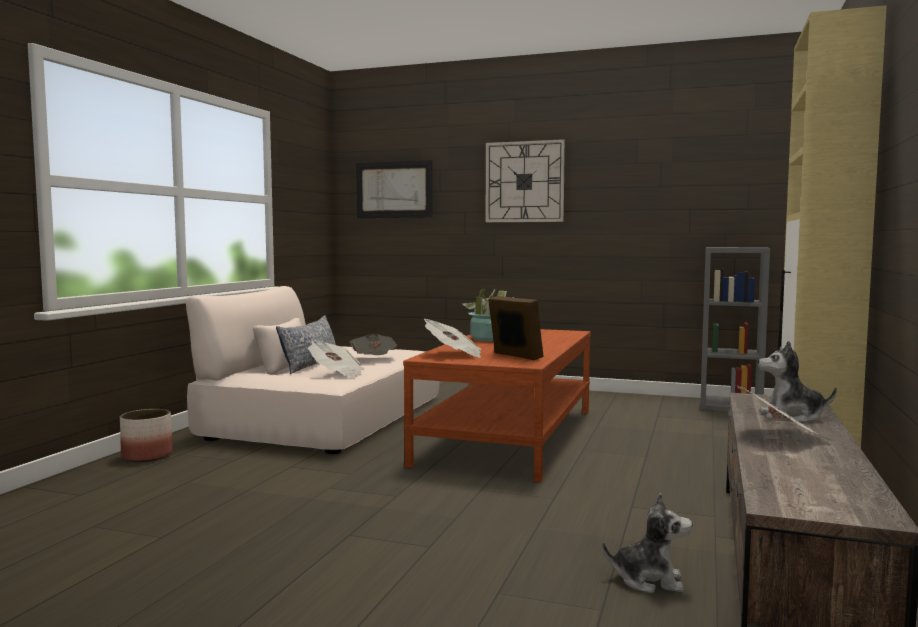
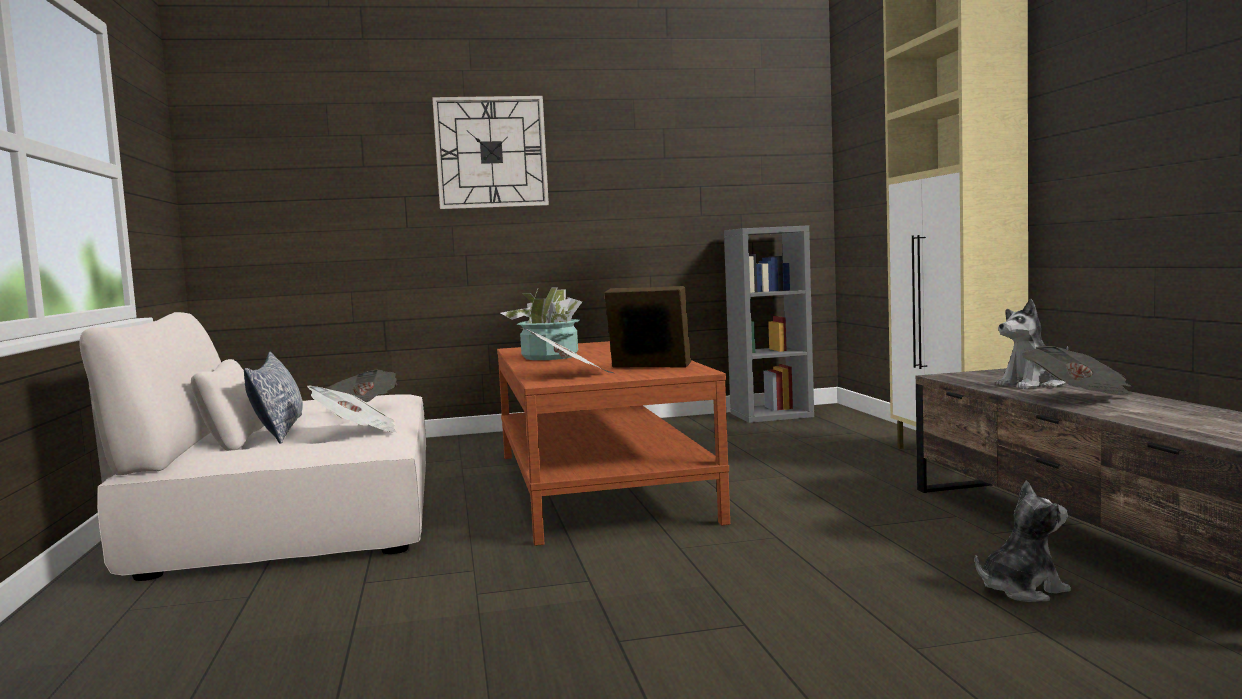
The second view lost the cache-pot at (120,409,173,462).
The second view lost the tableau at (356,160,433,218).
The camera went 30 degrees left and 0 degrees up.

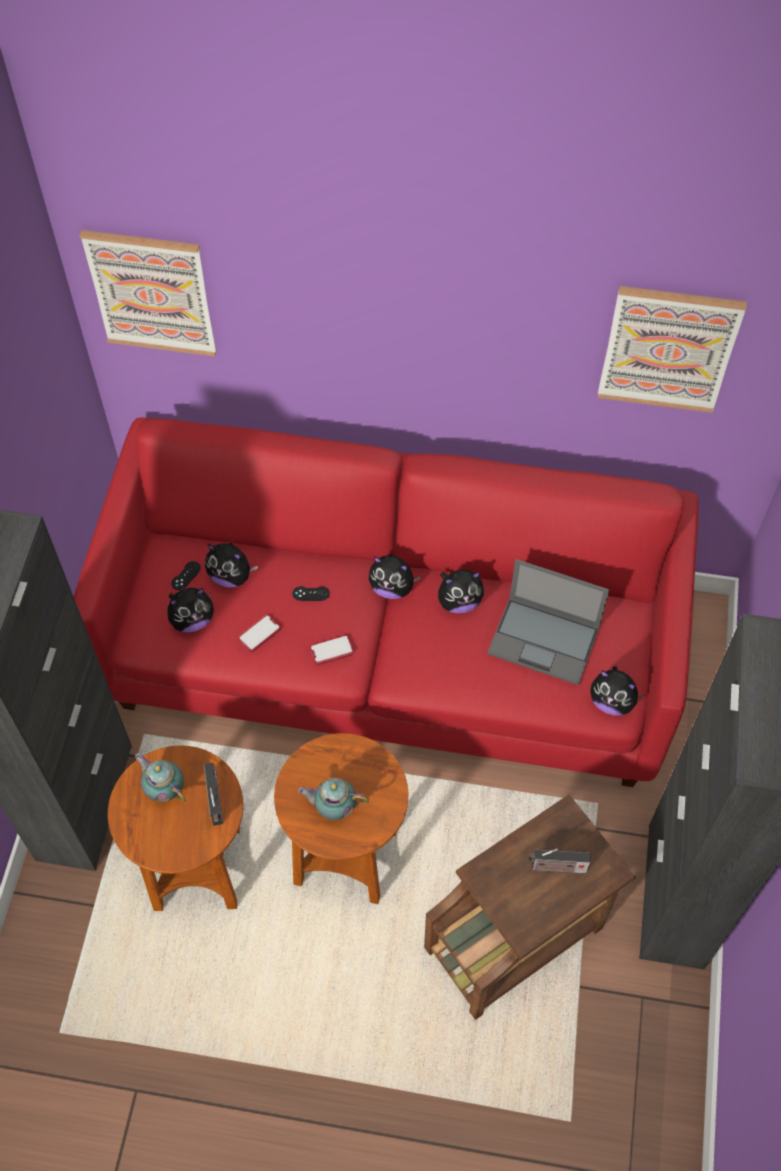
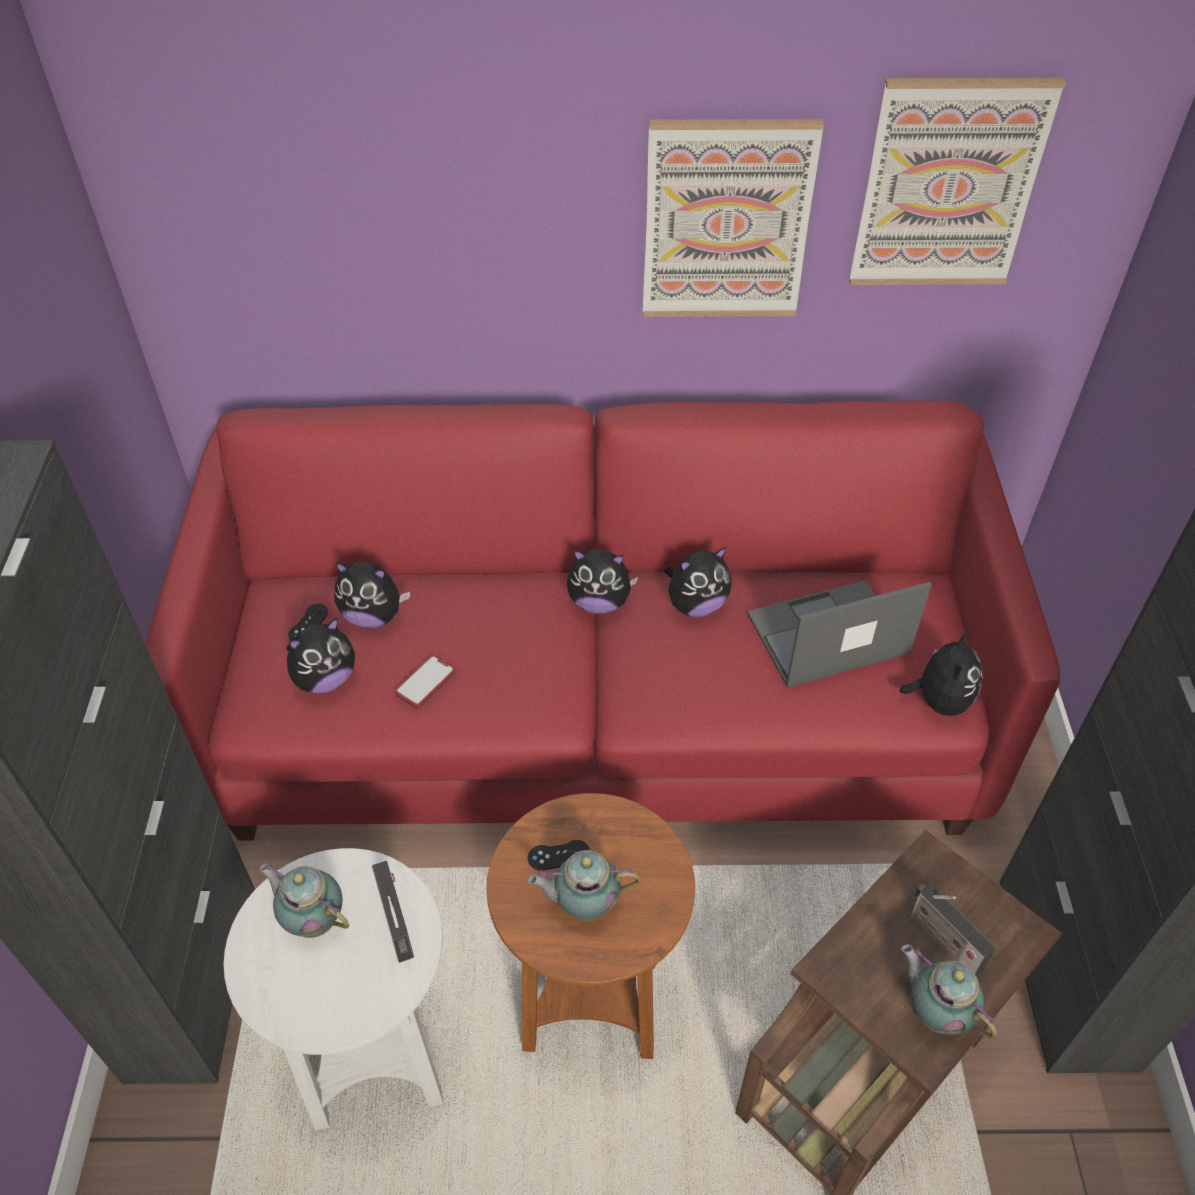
The tableau ended up elsewhere, having gone from (79,230,217,357) to (643,119,824,317).
What was the table d'appoint [marron] at (108,745,244,911) turned into the table d'appoint [blanc] at (224,848,443,1130).
The manette [noir] ended up elsewhere, having gone from (292,586,330,601) to (528,840,590,870).
The second view lost the téléphone at (310,635,354,665).
The ordinateur portable at (487,559,610,685) ended up facing another way, 150 degrees clockwise from before.
The radio at (528,849,591,873) ended up facing another way, 60 degrees clockwise from before.
The peluche at (590,666,645,715) ended up facing another way, 90 degrees counterclockwise from before.
The second view gained the théière at (901,944,997,1039).
The camera went 10 degrees left and 10 degrees down.

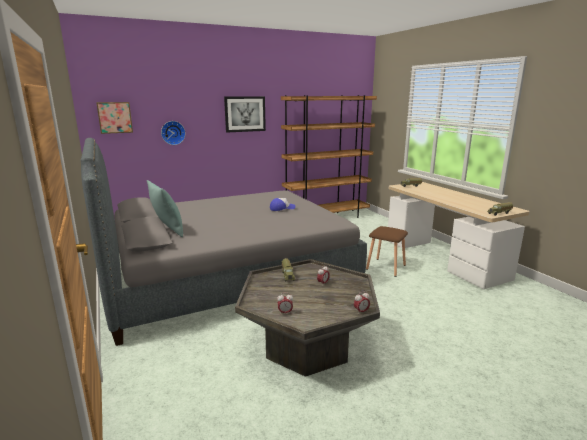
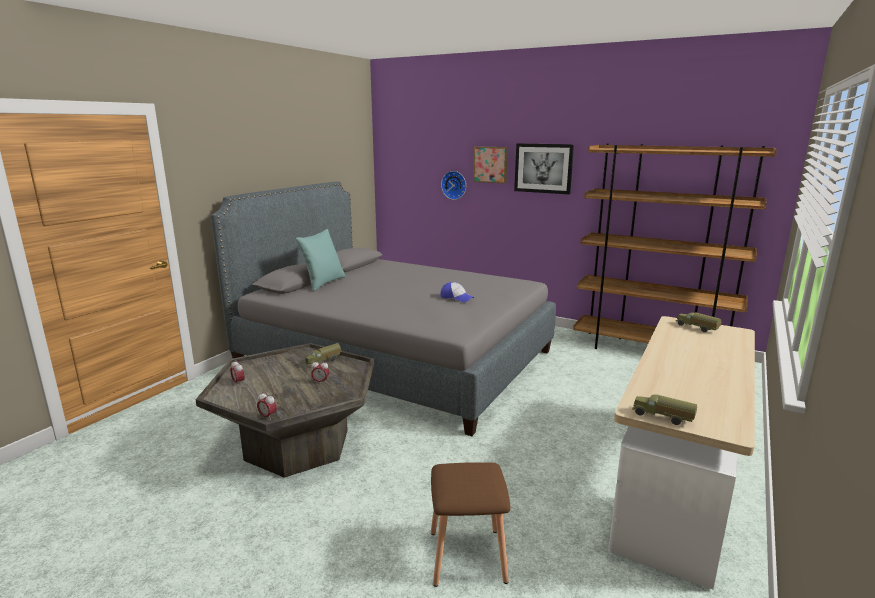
The tableau ended up elsewhere, having gone from (96,102,133,134) to (473,146,508,184).
The tabouret [marron] ended up elsewhere, having gone from (366,226,408,277) to (431,462,511,587).
The camera went 55 degrees right and 0 degrees up.

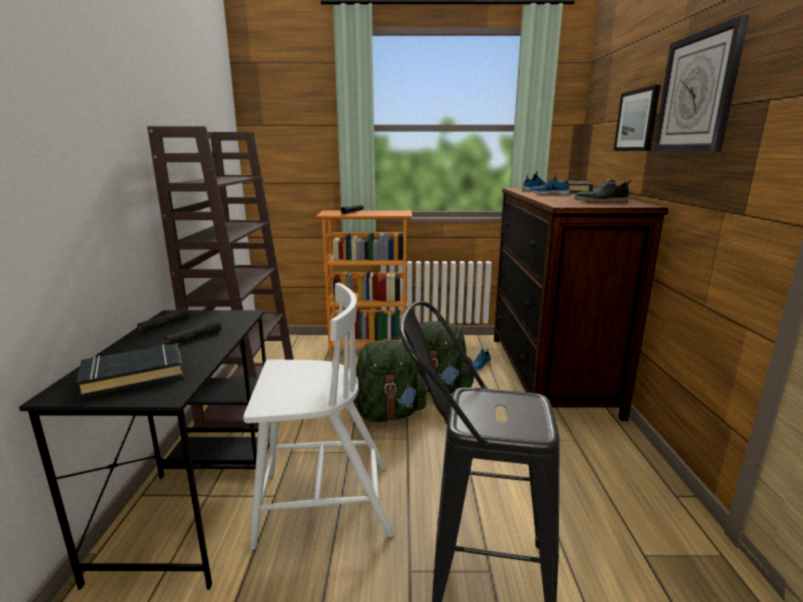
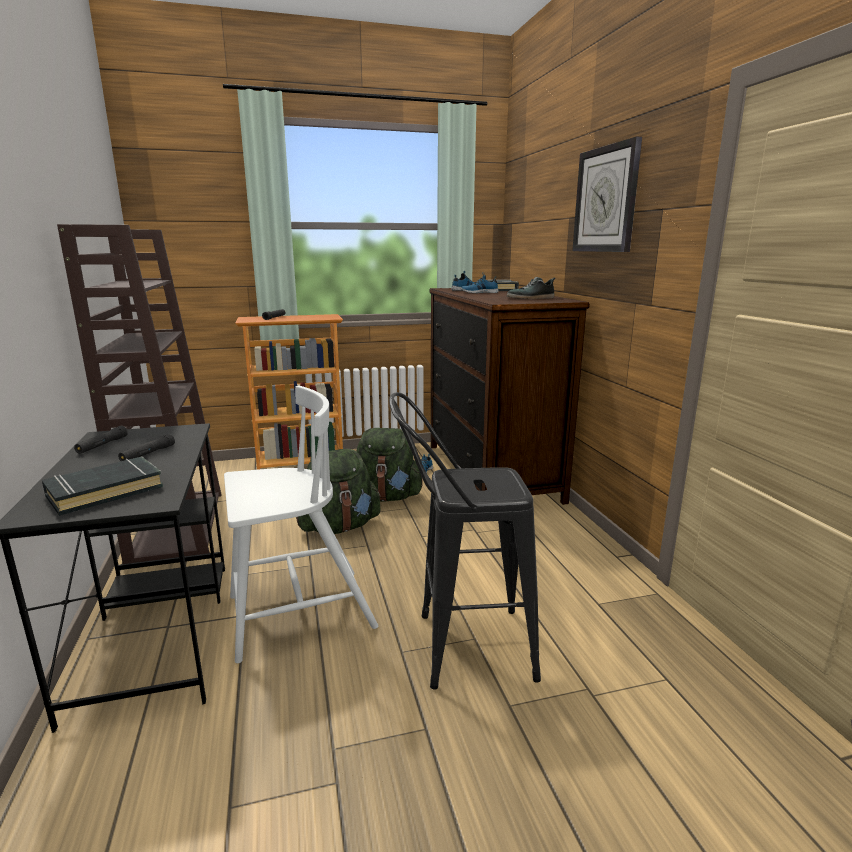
The second view lost the tableau at (613,85,661,151).
The camera went 15 degrees left and 0 degrees up.

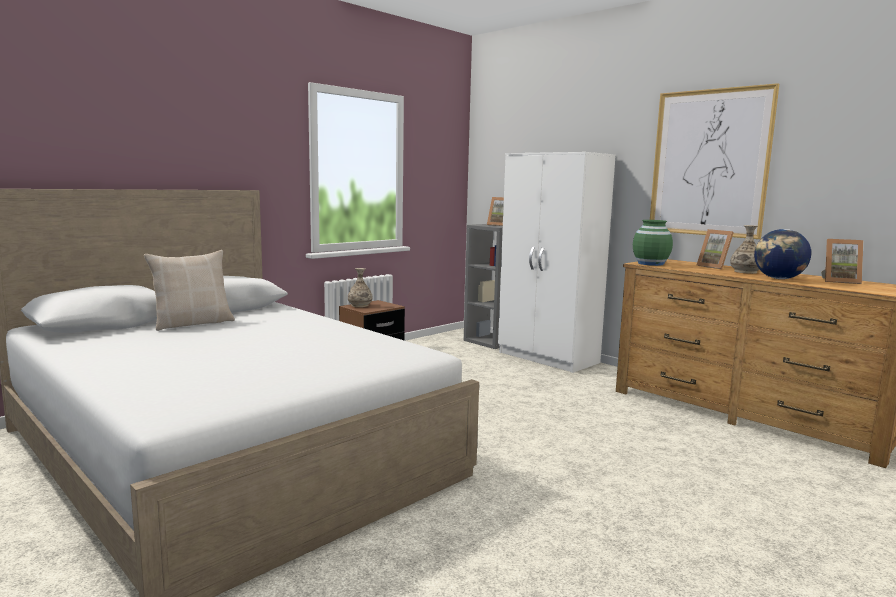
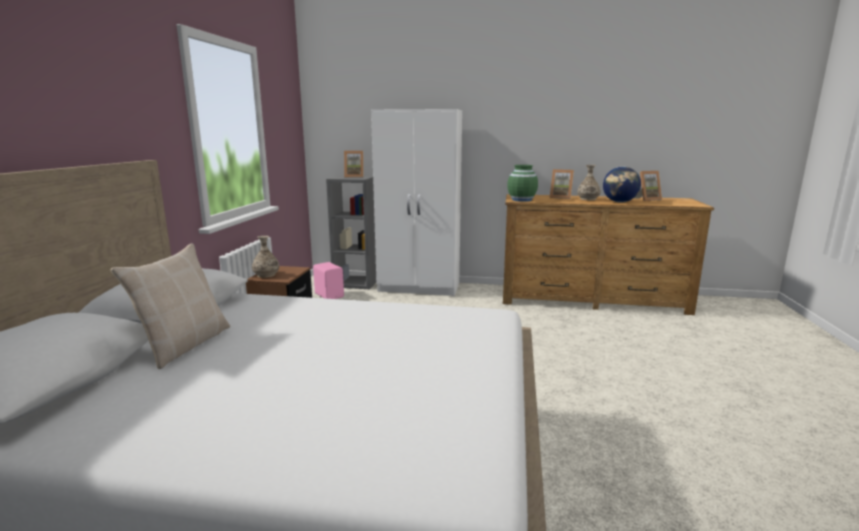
The second view lost the tableau at (650,83,779,239).
The second view gained the enceinte [rose] at (313,262,344,299).
The camera went 35 degrees left and 5 degrees up.

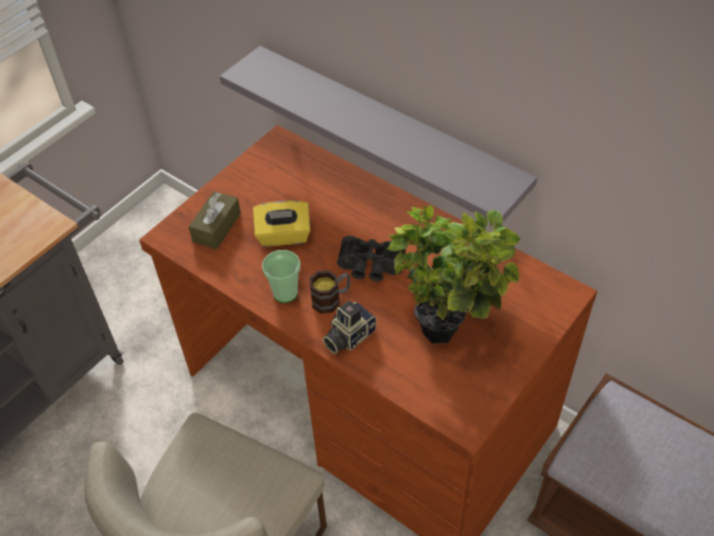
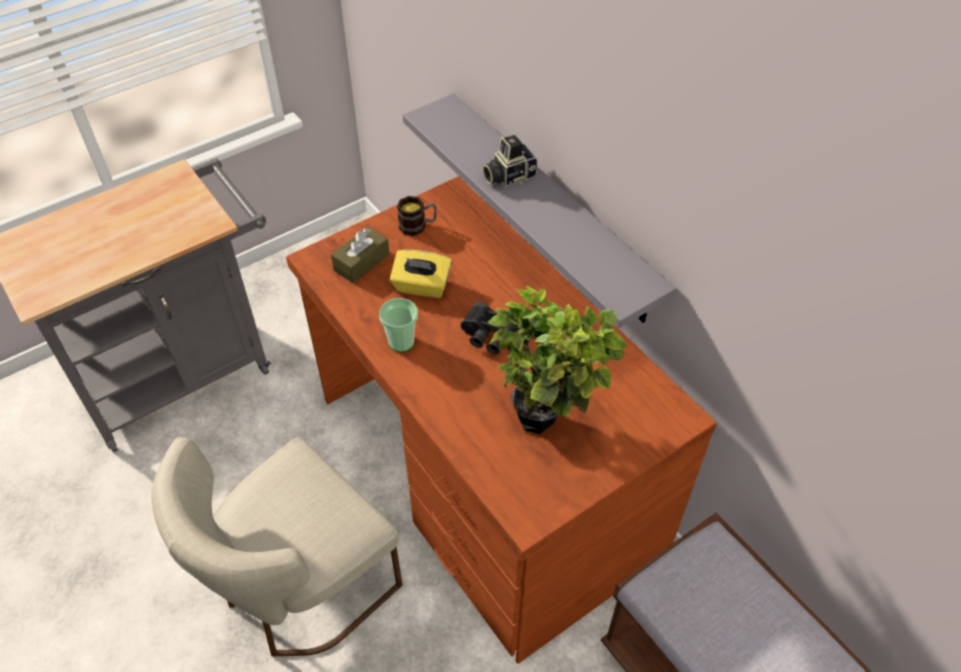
The mug ended up elsewhere, having gone from (310,270,350,314) to (397,196,437,236).
The appareil photo ended up elsewhere, having gone from (323,301,377,354) to (482,135,538,187).
The camera went 15 degrees right and 0 degrees up.

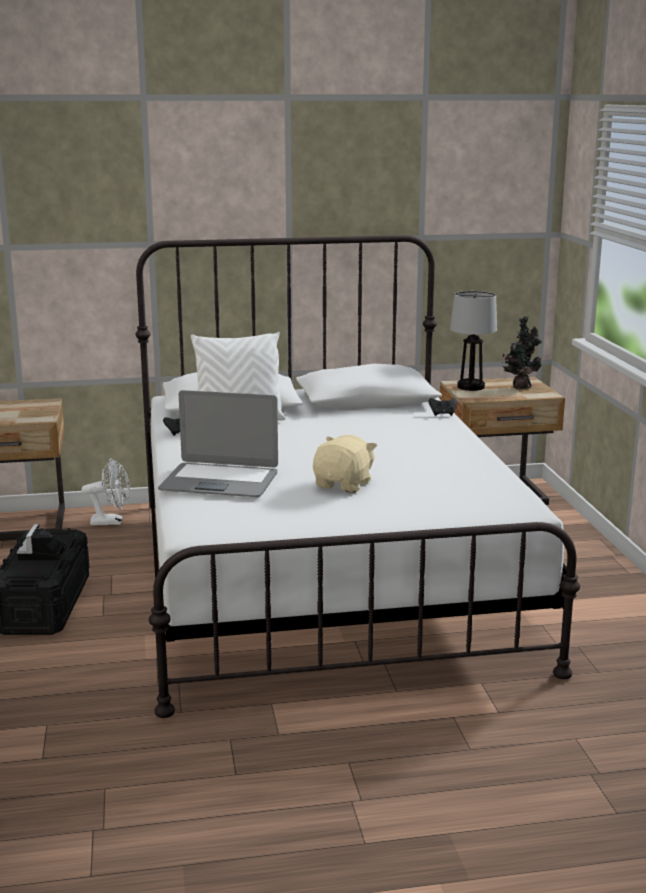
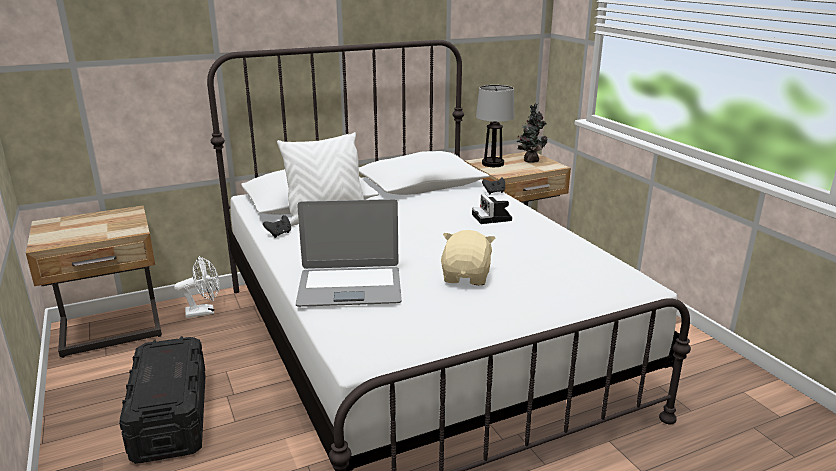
The appareil photo ended up elsewhere, having gone from (17,524,66,560) to (472,194,512,224).
The camera went 15 degrees left and 5 degrees up.

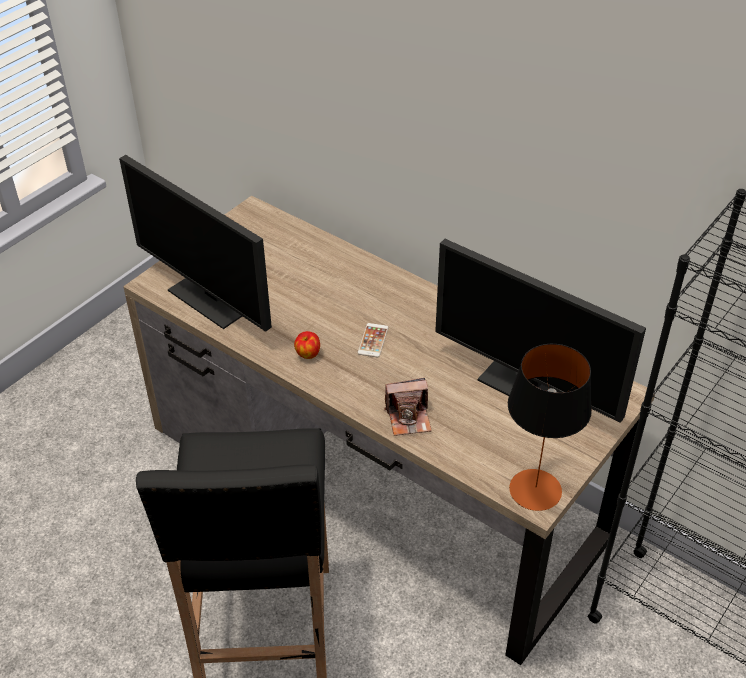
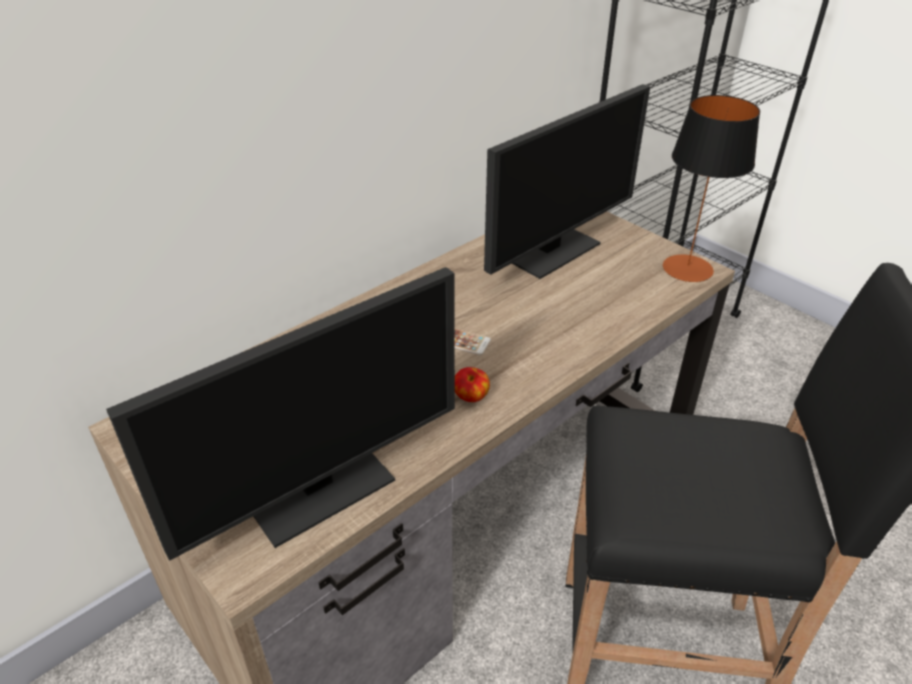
The second view lost the appareil photo at (384,378,432,436).
The camera went 80 degrees left and 5 degrees down.

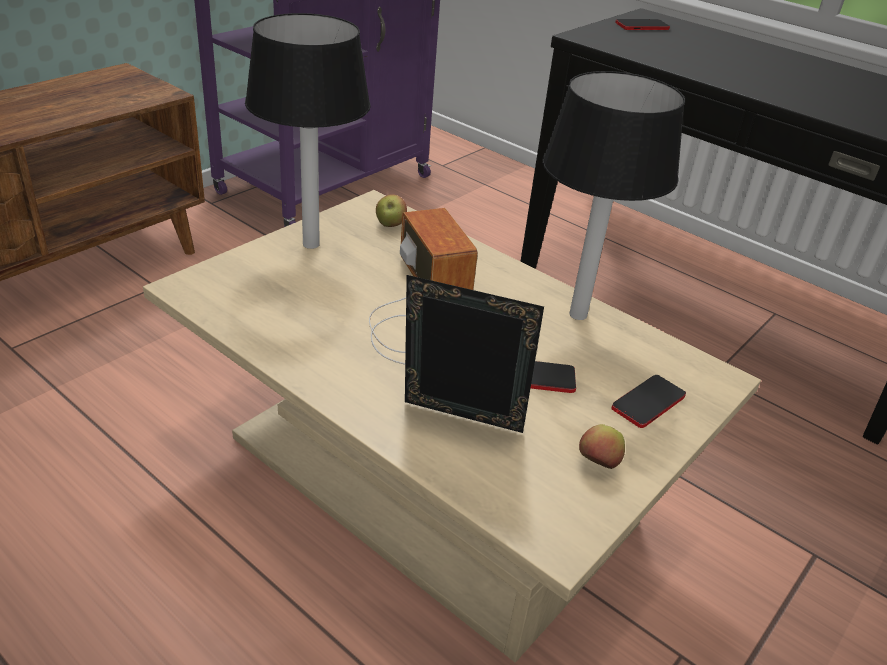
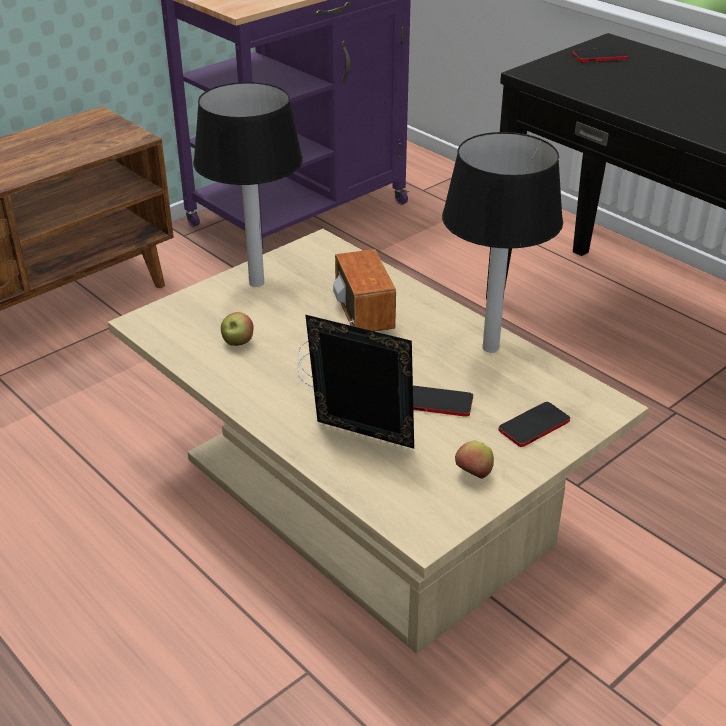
The pomme ended up elsewhere, having gone from (376,194,407,227) to (221,312,253,346).
The camera went 10 degrees right and 0 degrees up.

